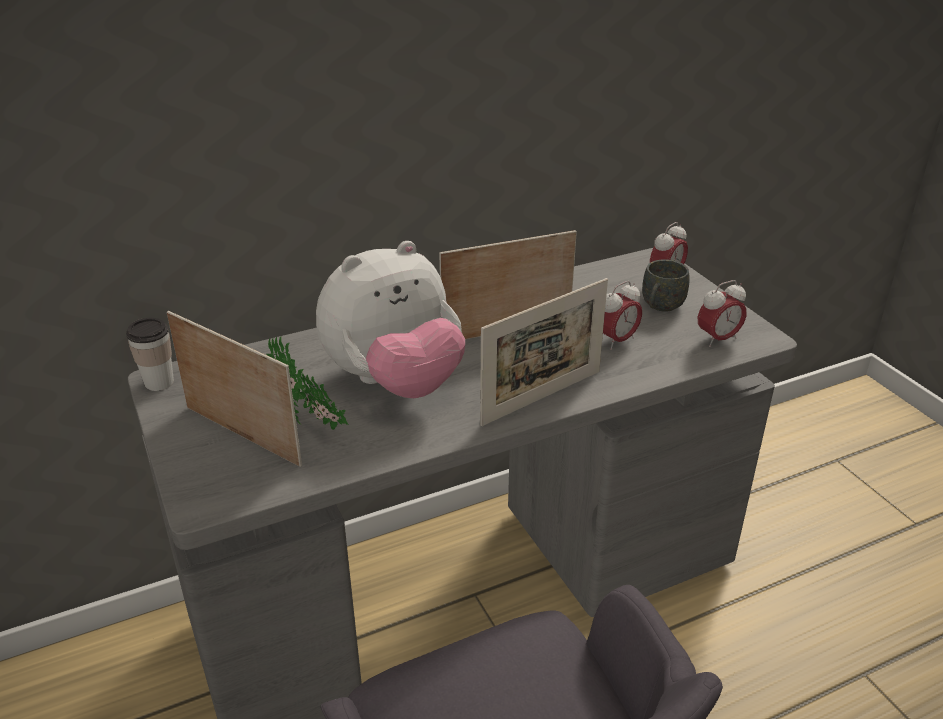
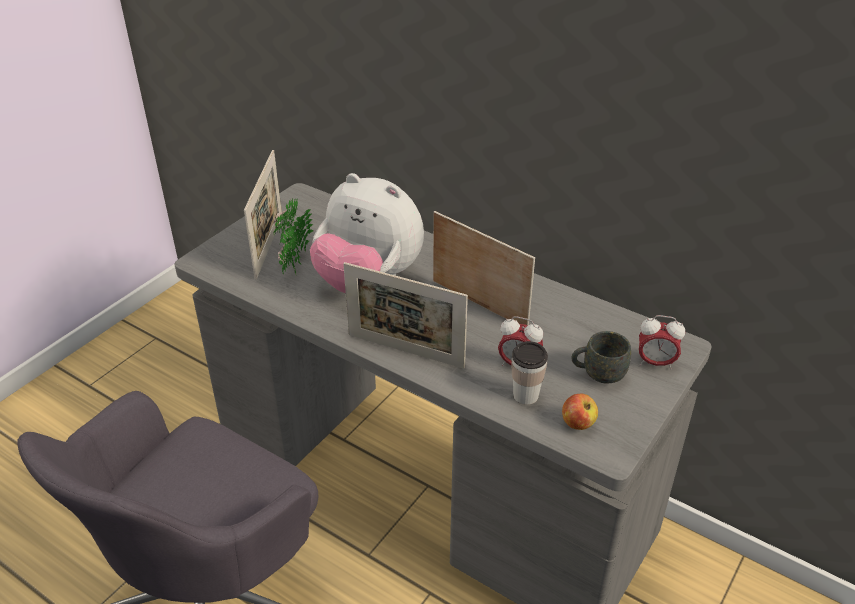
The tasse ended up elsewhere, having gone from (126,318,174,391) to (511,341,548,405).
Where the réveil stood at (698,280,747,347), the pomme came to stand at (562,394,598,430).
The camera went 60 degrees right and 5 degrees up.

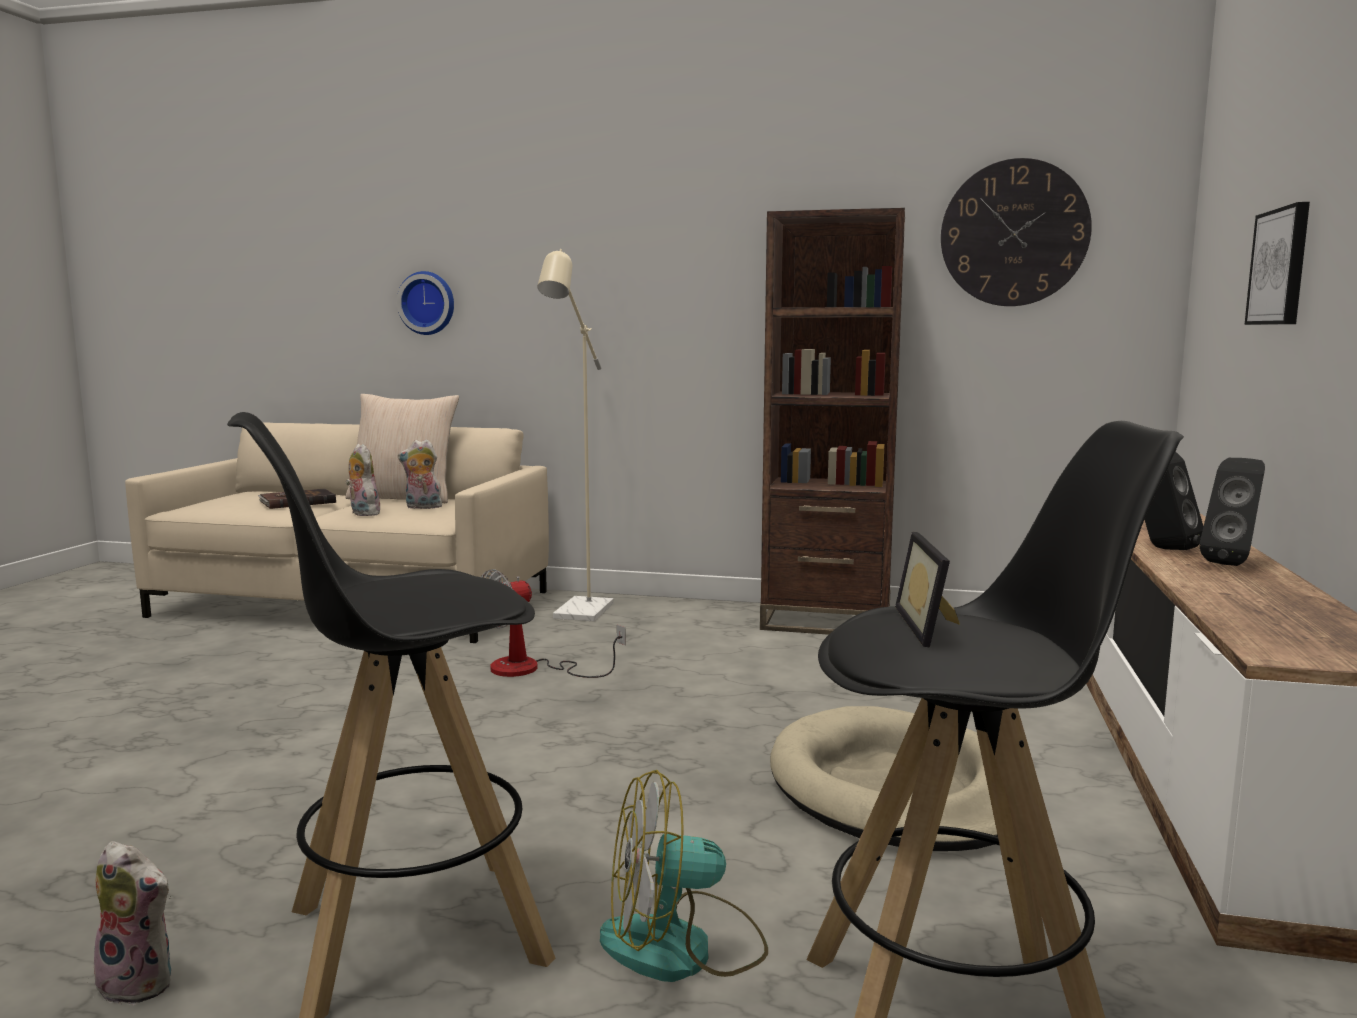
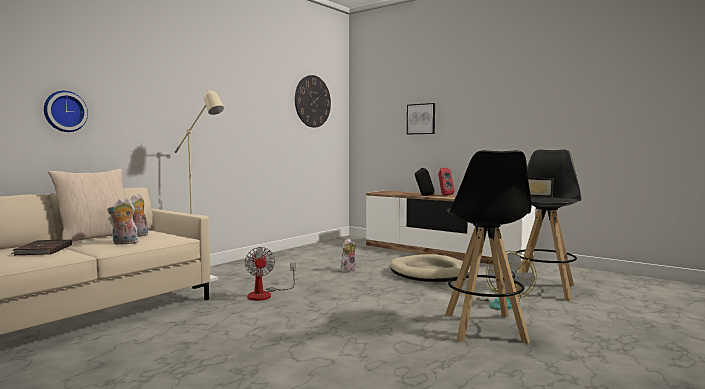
The peluche ended up elsewhere, having gone from (94,841,171,1005) to (341,239,356,272).
The second view lost the bibliothèque [marron] at (760,208,905,635).
What was the enceinte [noir] at (1199,458,1265,566) turned into the enceinte [rouge] at (438,168,455,196).
The camera went 65 degrees left and 5 degrees down.

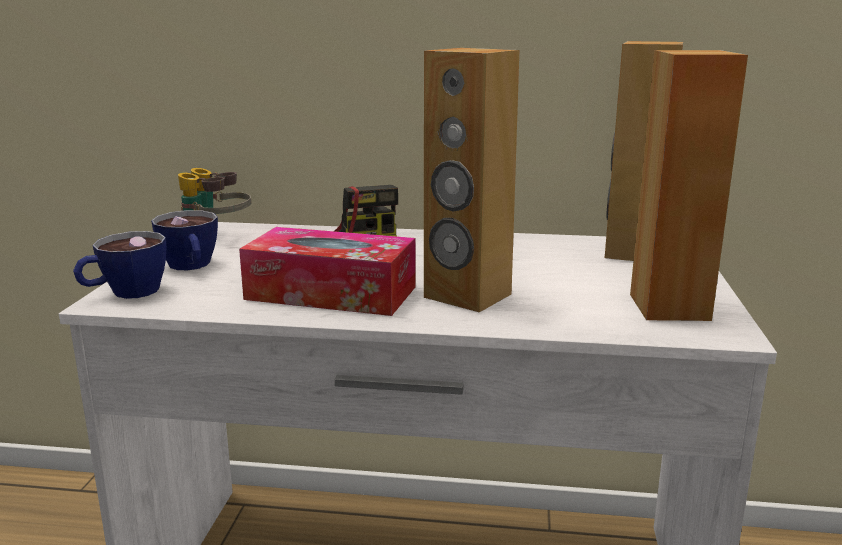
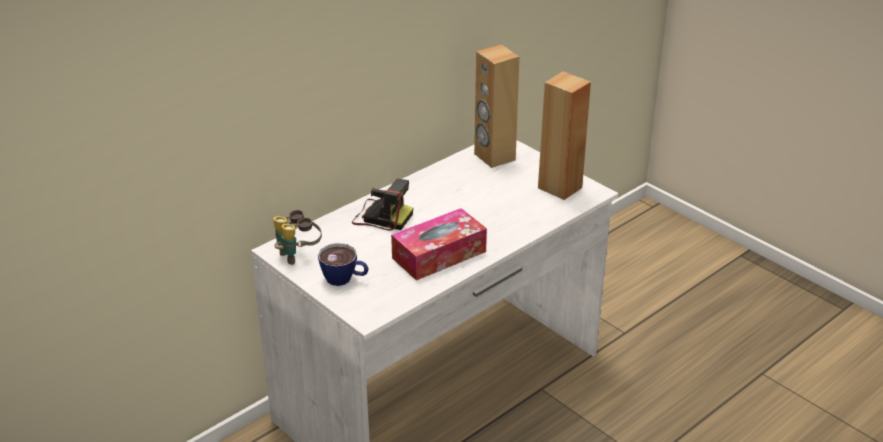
The second view lost the tasse at (73,231,166,299).
The second view lost the enceinte [marron] at (424,48,519,312).
The camera went 50 degrees left and 15 degrees up.

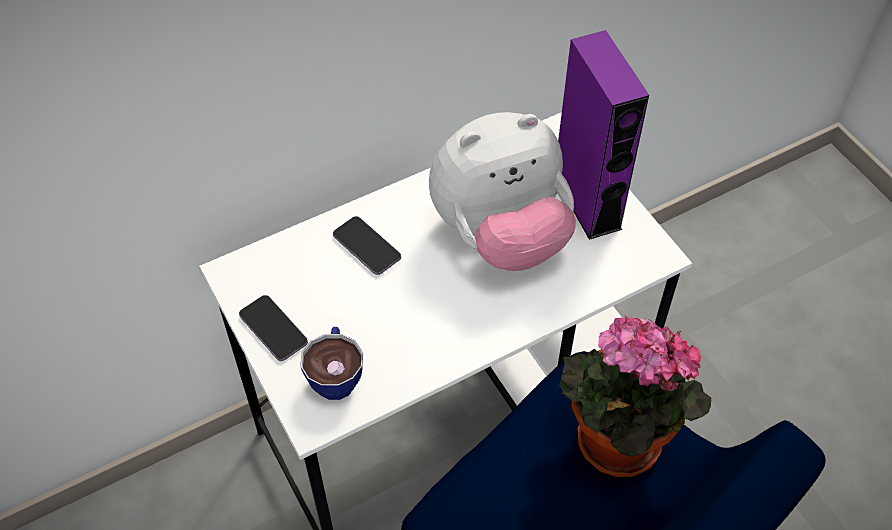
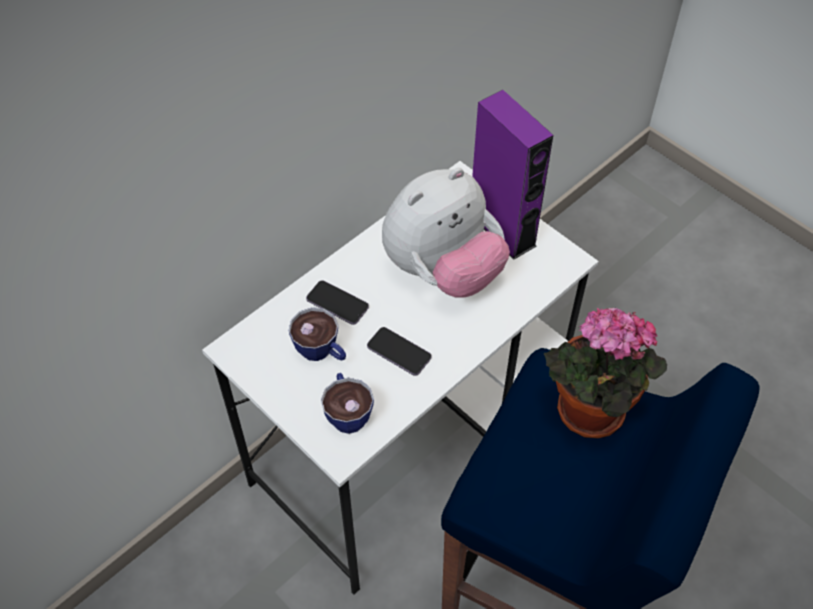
The téléphone ended up elsewhere, having gone from (239,295,308,361) to (367,327,432,376).
The second view gained the tasse at (289,307,346,361).
The camera went 15 degrees left and 0 degrees up.

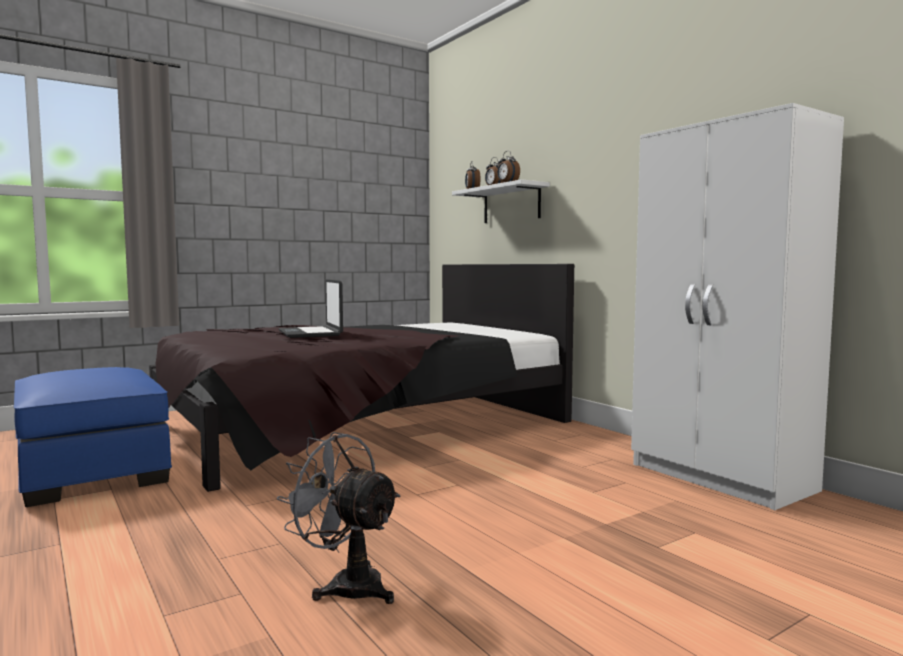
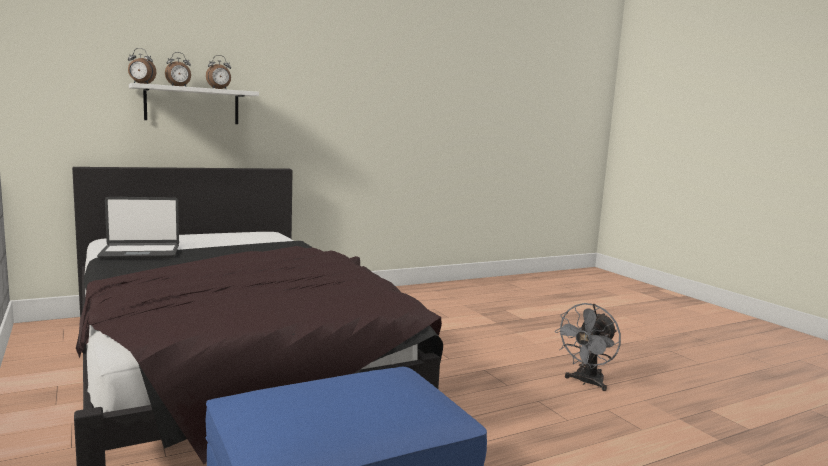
The ordinateur portable ended up elsewhere, having gone from (278,279,343,338) to (97,197,179,259).
The second view lost the armoire [blanc] at (631,103,844,510).
The camera went 85 degrees left and 5 degrees up.

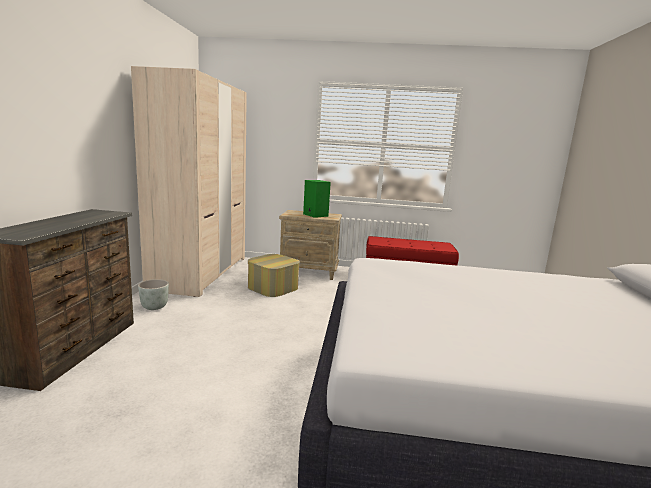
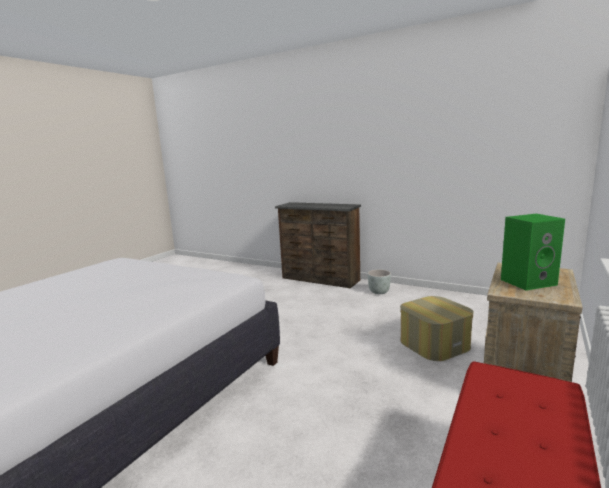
The second view lost the armoire [beige] at (131,66,247,297).
The camera went 115 degrees right and 0 degrees up.

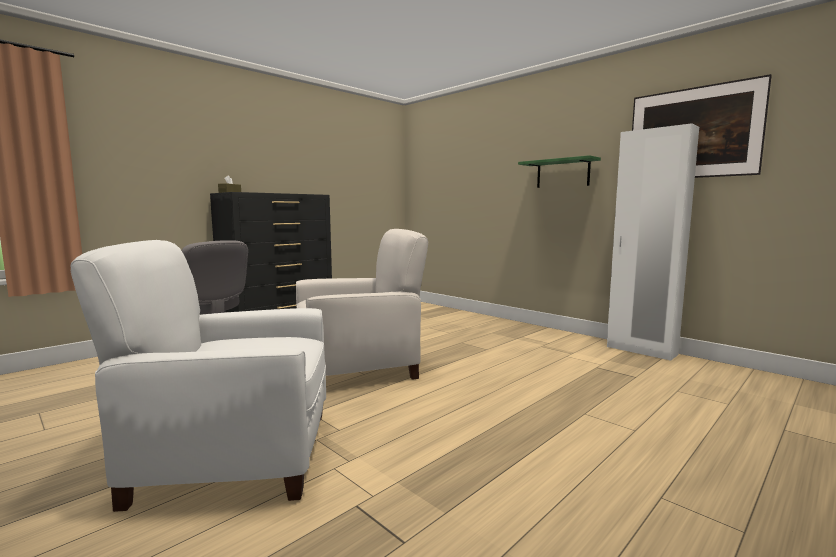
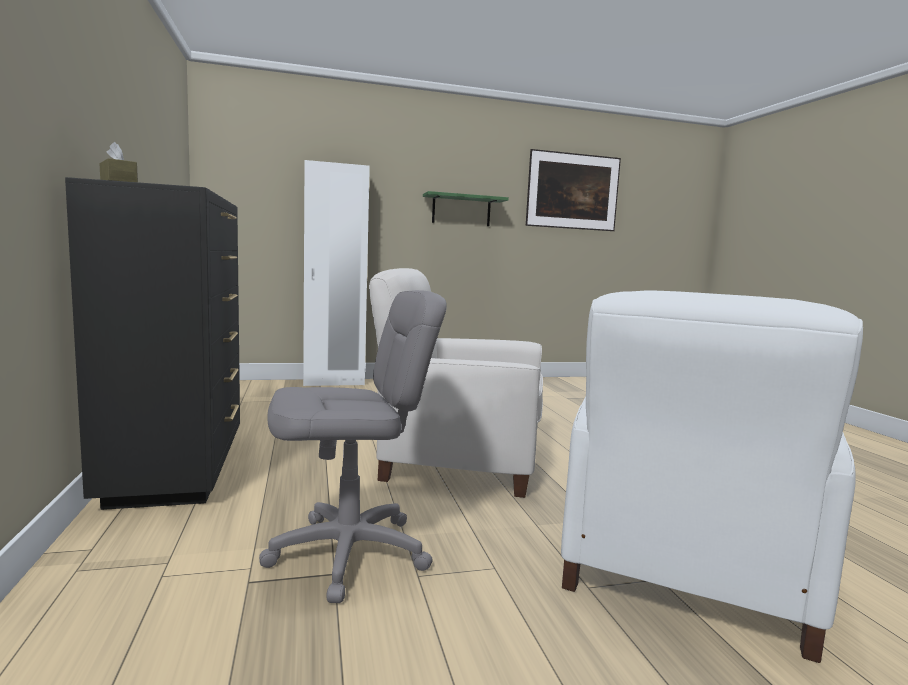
The fauteuil [blanc] at (296,229,428,380) ended up facing another way, 90 degrees counterclockwise from before.
The armoire [blanc] ended up elsewhere, having gone from (607,123,699,361) to (303,160,370,386).
The camera went 60 degrees left and 0 degrees up.

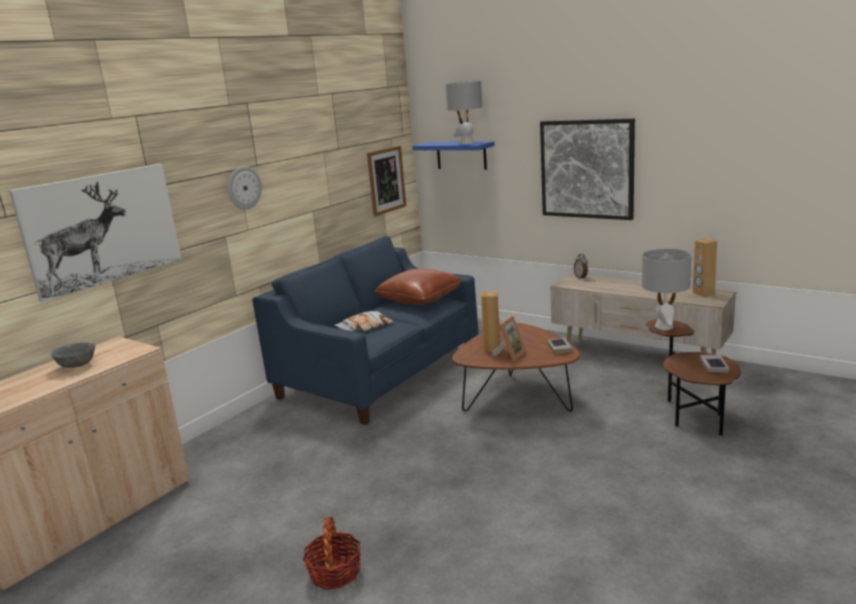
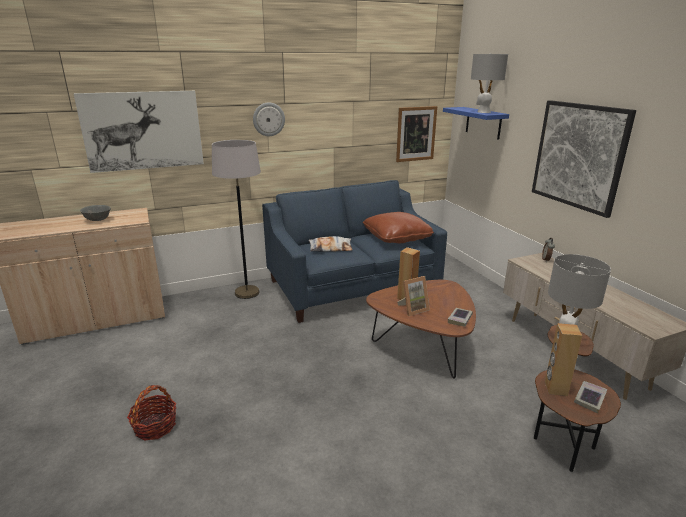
The enceinte [marron] ended up elsewhere, having gone from (693,238,717,297) to (545,323,582,396).
The second view gained the lampadaire [gris] at (212,140,261,299).
The camera went 30 degrees right and 5 degrees up.

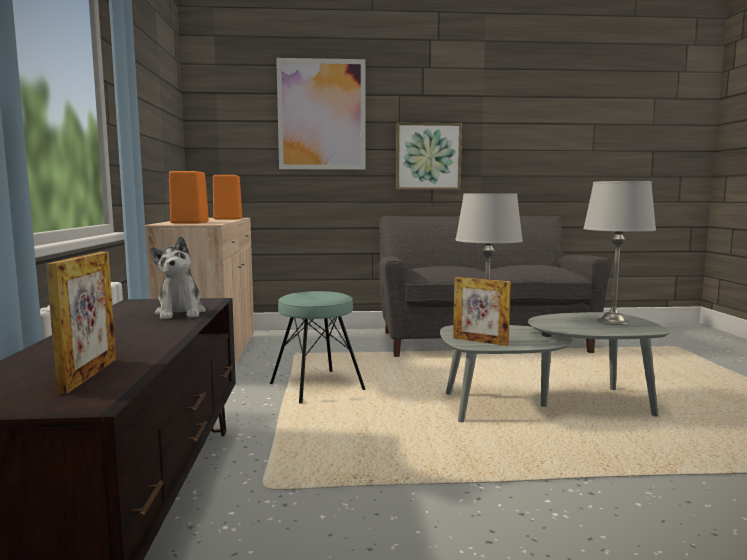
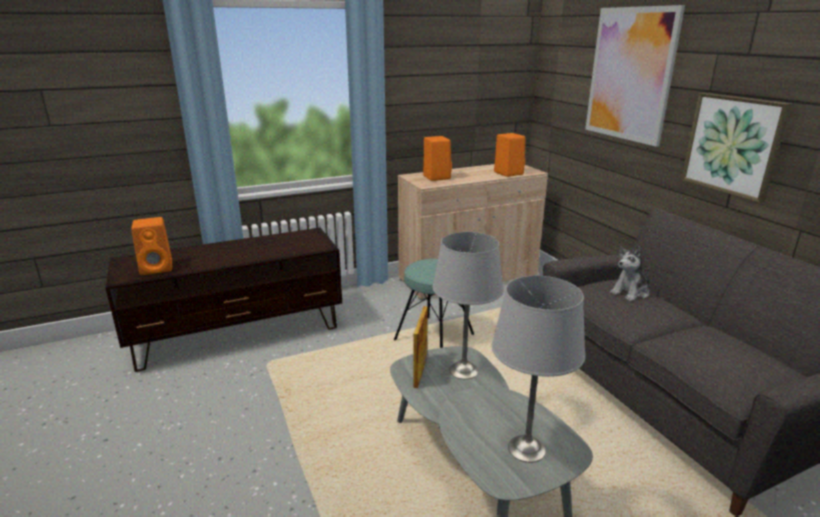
Where the cadre photo stood at (46,252,116,394), the enceinte [orange] came to stand at (131,217,172,275).
The peluche ended up elsewhere, having gone from (149,236,206,319) to (610,246,650,302).
The camera went 70 degrees right and 15 degrees up.

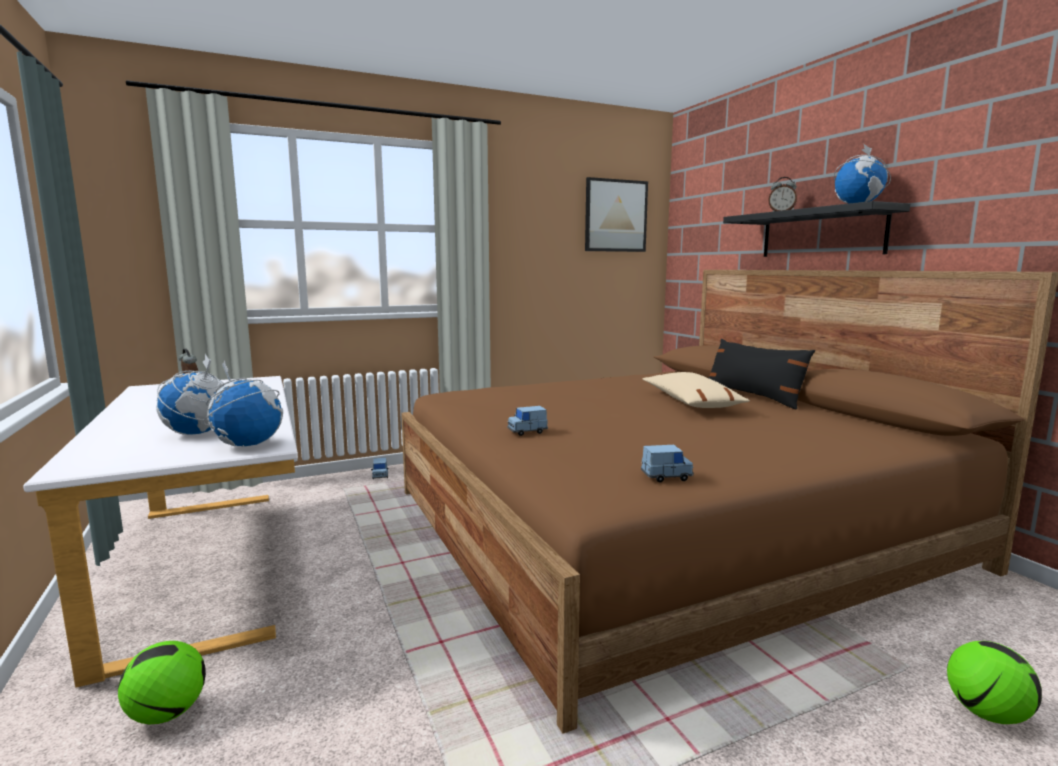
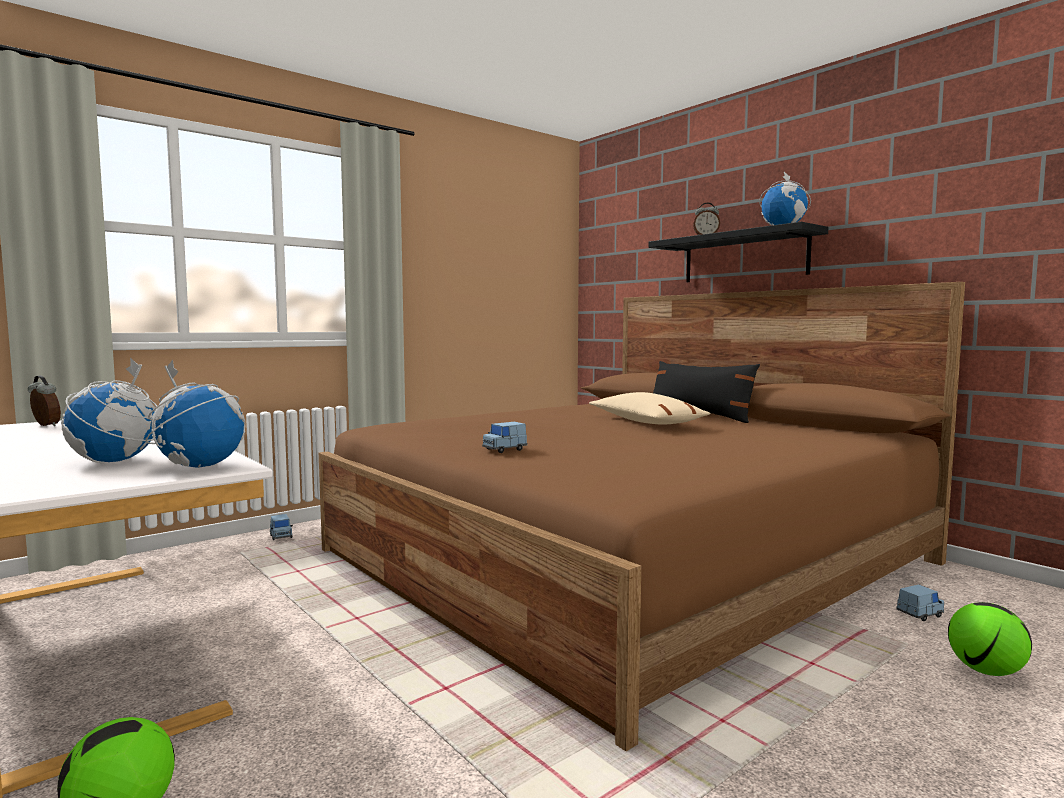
The second view lost the tableau at (585,177,648,252).
The petite voiture [bleu] ended up elsewhere, having gone from (641,445,694,482) to (896,585,944,621).
The camera went 15 degrees left and 5 degrees down.

